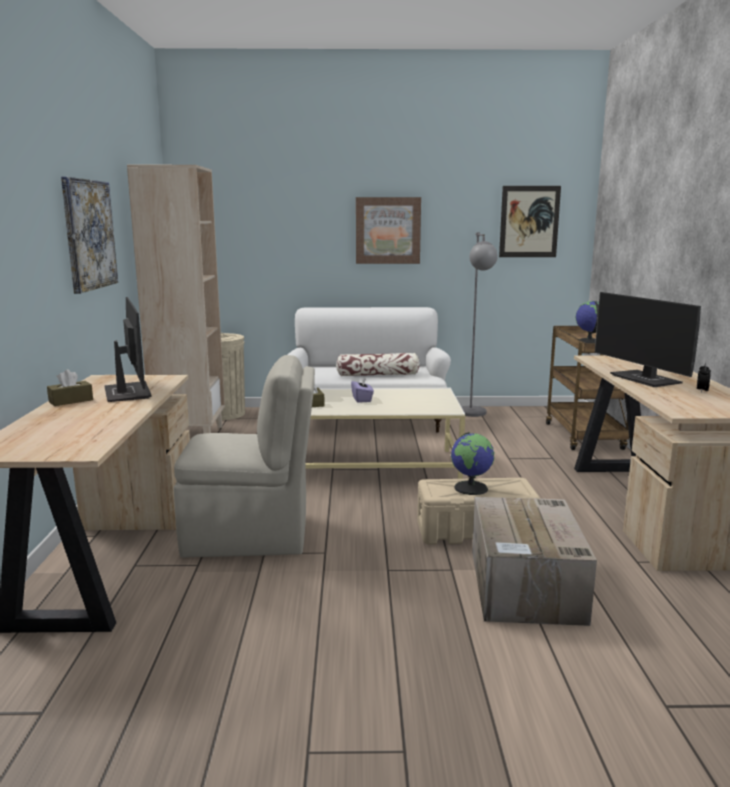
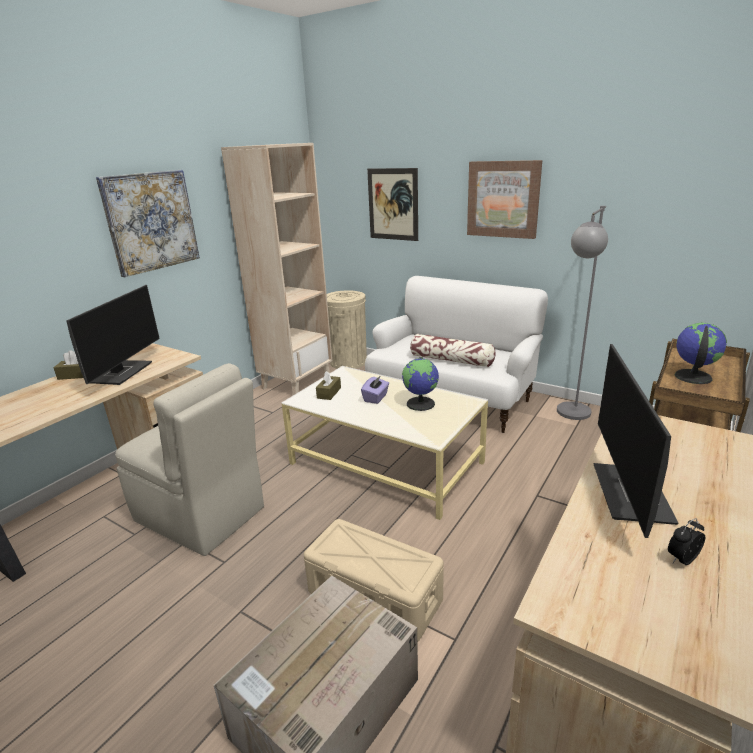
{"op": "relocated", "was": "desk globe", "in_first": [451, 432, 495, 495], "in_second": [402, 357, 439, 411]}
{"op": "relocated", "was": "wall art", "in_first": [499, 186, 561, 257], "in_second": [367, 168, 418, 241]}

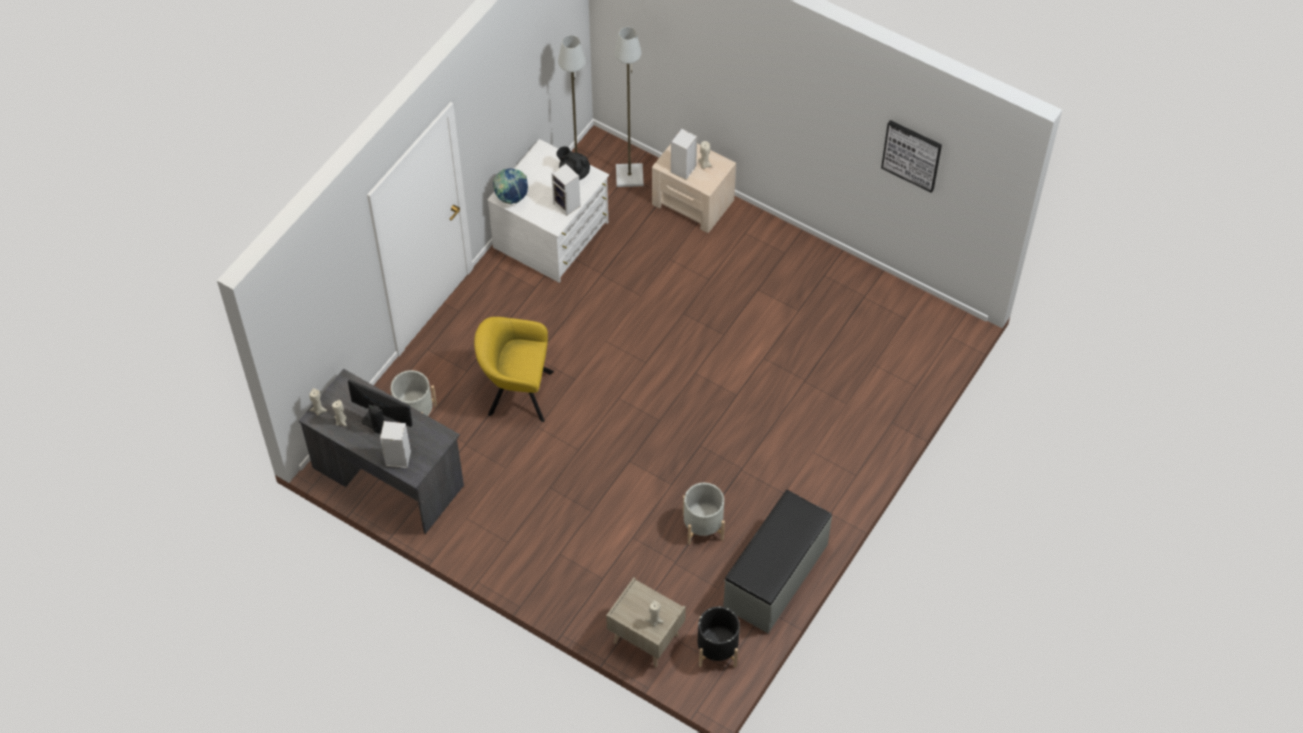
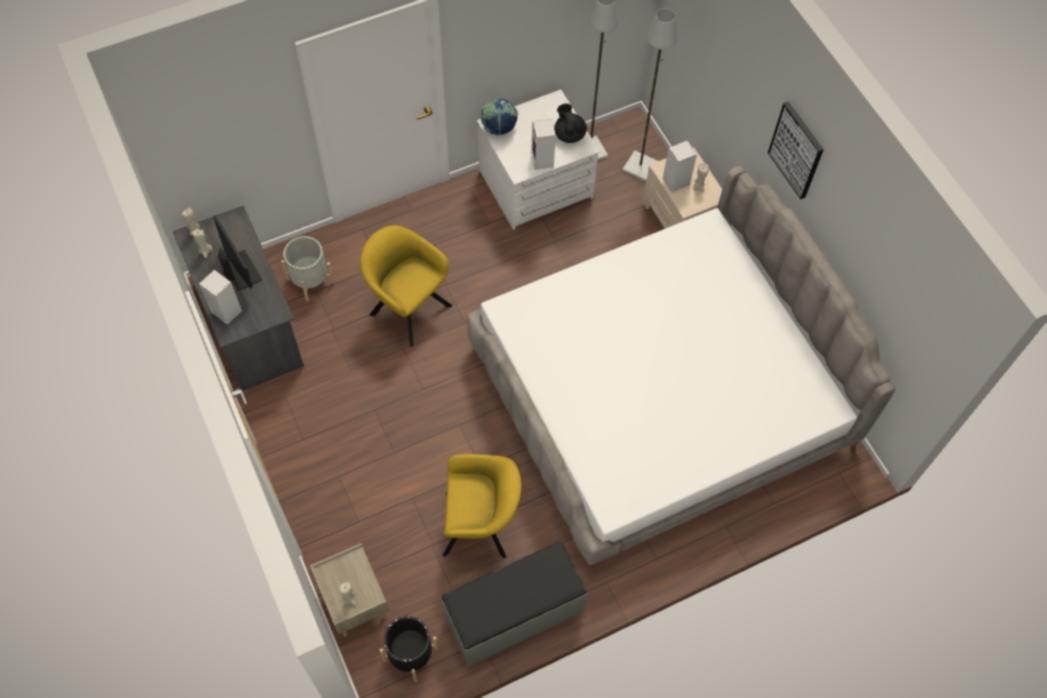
{"op": "appeared", "now": "sleeping bed", "in_second": [467, 166, 896, 568]}
{"op": "relocated", "was": "wall art", "in_first": [881, 120, 942, 193], "in_second": [768, 101, 824, 199]}
{"op": "exchanged", "was": "flower pot in grey", "now": "armchair in yellowish", "in_first": [683, 483, 725, 545], "in_second": [443, 454, 522, 558]}

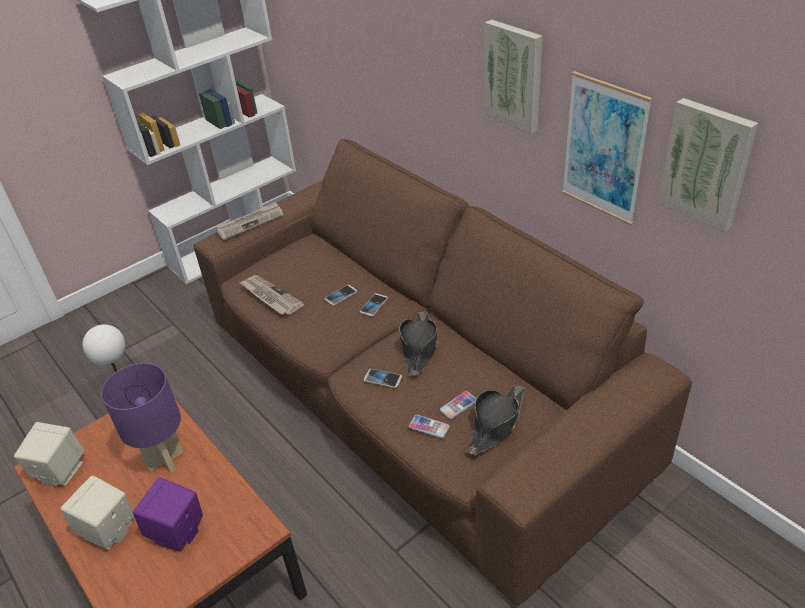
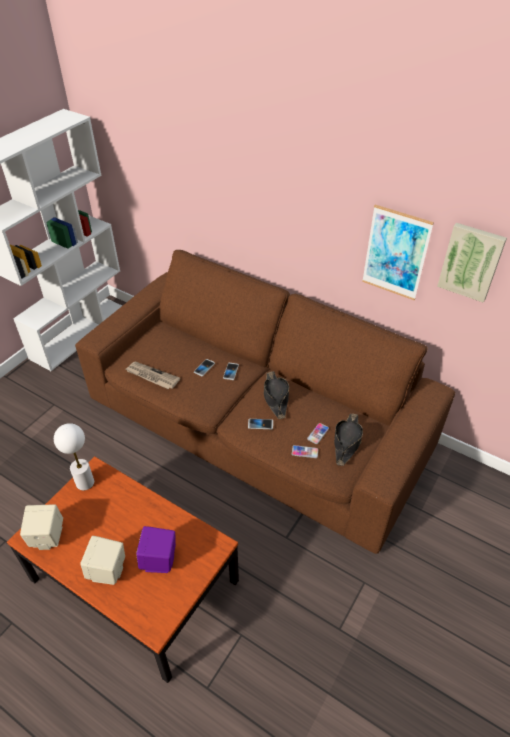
{"op": "missing", "was": "lamp for a table in purple-coloured", "in_first": [101, 363, 184, 473]}
{"op": "missing", "was": "daily paper", "in_first": [216, 202, 284, 240]}
{"op": "missing", "was": "wall art", "in_first": [485, 20, 543, 134]}

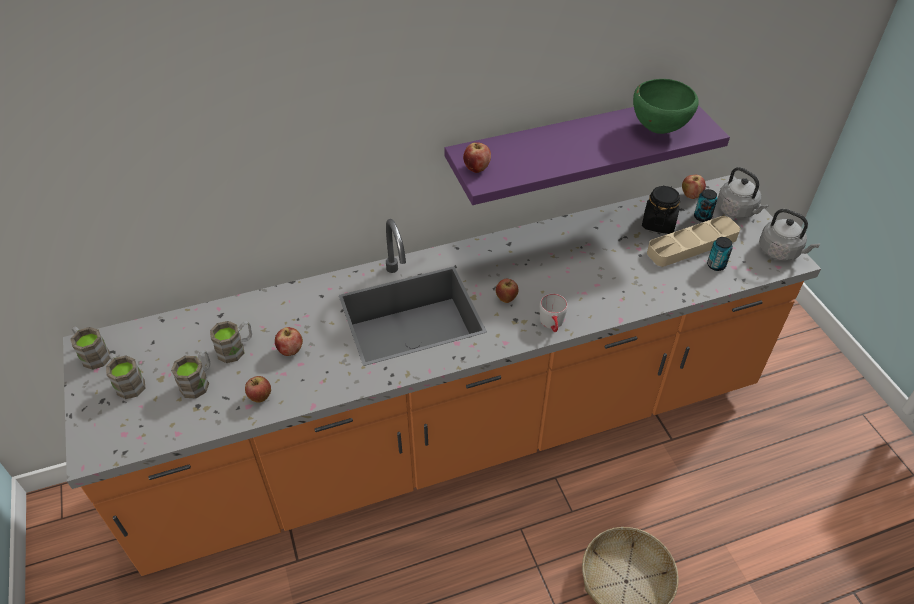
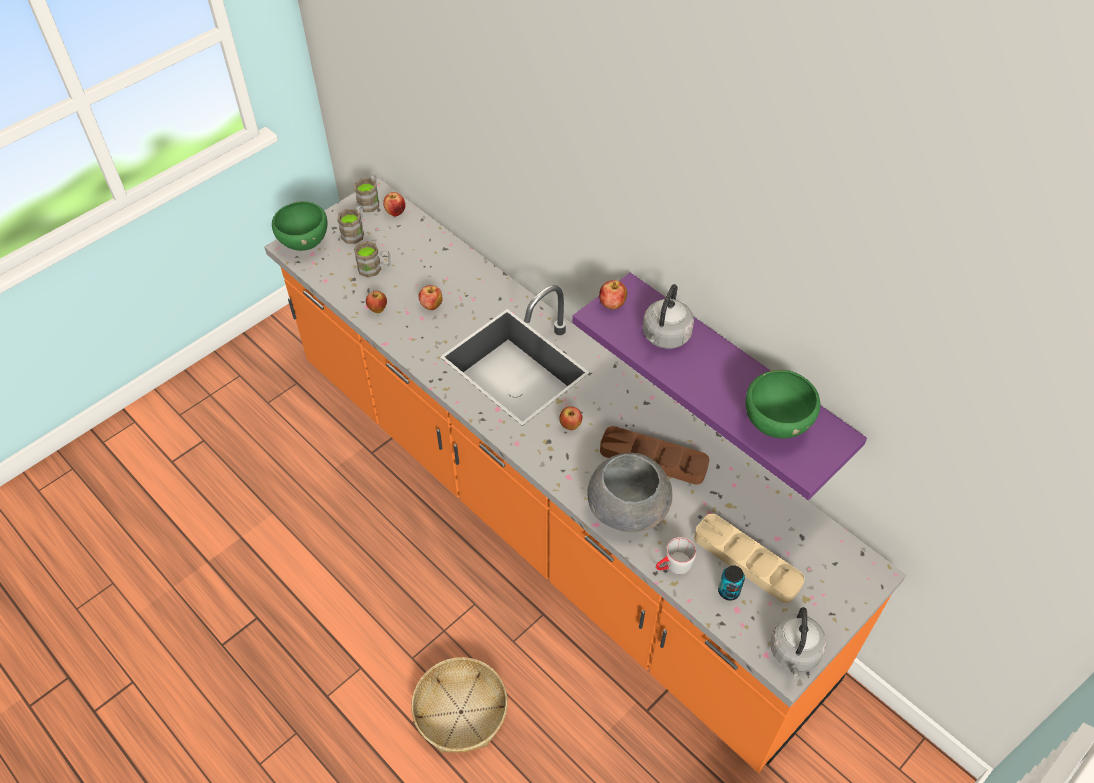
{"op": "missing", "was": "tea mug in brown-coloured", "in_first": [210, 321, 252, 363]}
{"op": "missing", "was": "storage jar in blackish", "in_first": [642, 186, 680, 234]}
{"op": "missing", "was": "can", "in_first": [694, 189, 718, 222]}
{"op": "appeared", "now": "serving bowl in greenish", "in_second": [272, 201, 327, 251]}
{"op": "appeared", "now": "serving bowl in grey", "in_second": [588, 453, 672, 532]}
{"op": "appeared", "now": "carrying tray in brown-coloured", "in_second": [600, 426, 710, 485]}
{"op": "relocated", "was": "tea mug in grey", "in_first": [540, 294, 568, 332], "in_second": [656, 537, 696, 574]}
{"op": "relocated", "was": "apple", "in_first": [682, 175, 706, 199], "in_second": [383, 192, 406, 217]}
{"op": "relocated", "was": "water kettle in grey", "in_first": [717, 167, 769, 219], "in_second": [643, 284, 694, 349]}

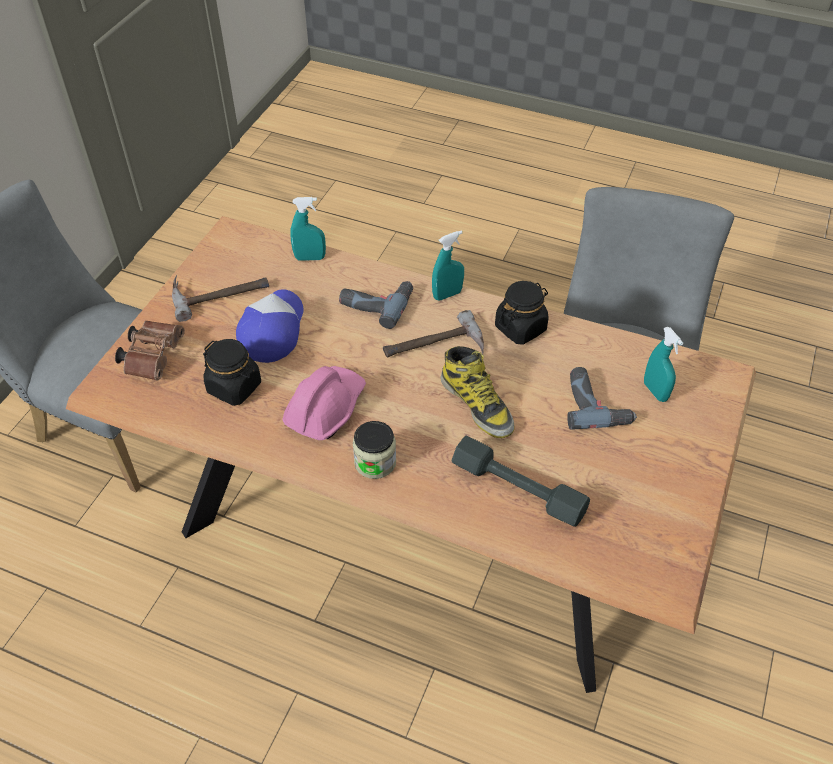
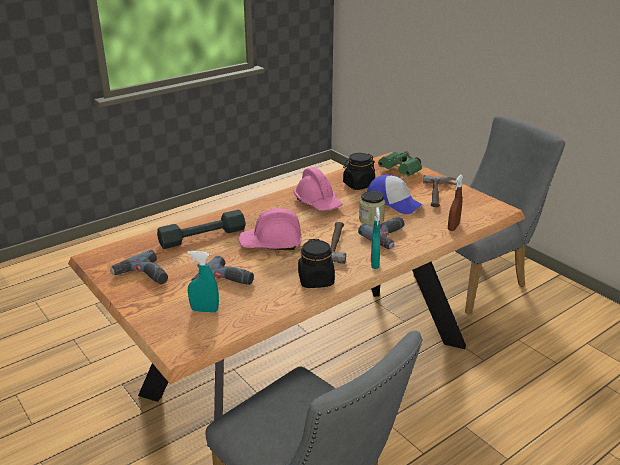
{"op": "appeared", "now": "power drill", "in_second": [110, 250, 168, 284]}
{"op": "relocated", "was": "storage jar", "in_first": [353, 421, 396, 479], "in_second": [359, 191, 385, 225]}
{"op": "exchanged", "was": "boot", "now": "work helmet in pink", "in_first": [441, 346, 515, 438], "in_second": [239, 208, 301, 251]}
{"op": "colour", "was": "field glasses in brown-coloured", "now": "field glasses in greenish", "in_first": [115, 321, 185, 381], "in_second": [378, 151, 422, 177]}
{"op": "colour", "was": "hand sprayer in blue-green", "now": "hand sprayer in brown-coloured", "in_first": [290, 197, 326, 261], "in_second": [448, 175, 463, 231]}

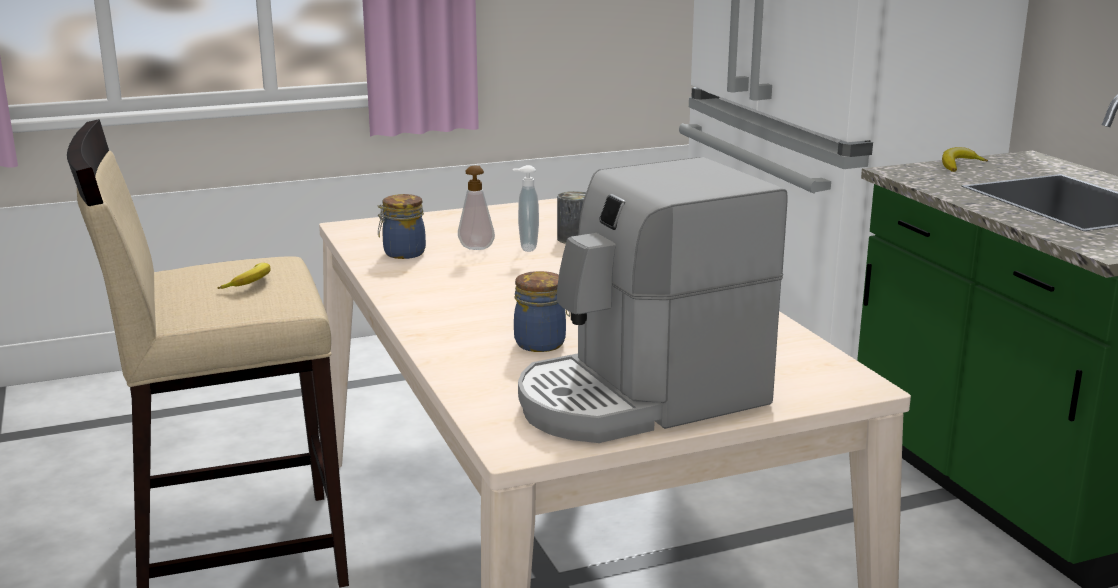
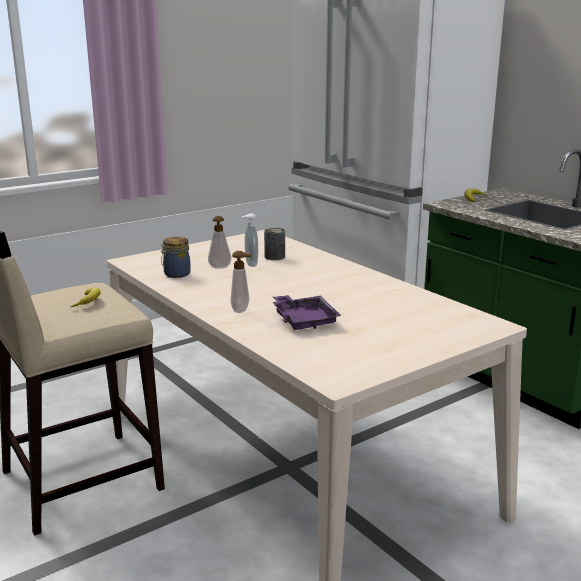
{"op": "missing", "was": "coffee machine", "in_first": [518, 157, 788, 443]}
{"op": "appeared", "now": "soap bottle", "in_second": [231, 251, 252, 313]}
{"op": "exchanged", "was": "storage jar", "now": "carrying tray in purple-coloured", "in_first": [514, 271, 570, 352], "in_second": [273, 295, 341, 330]}

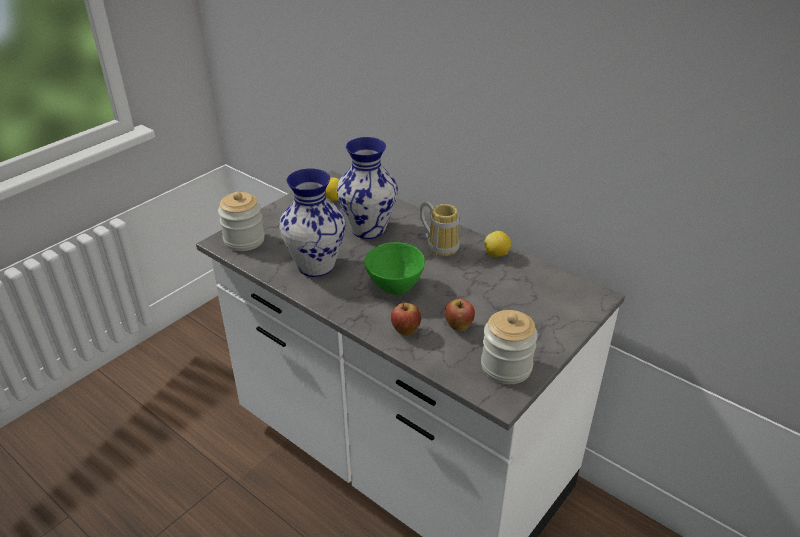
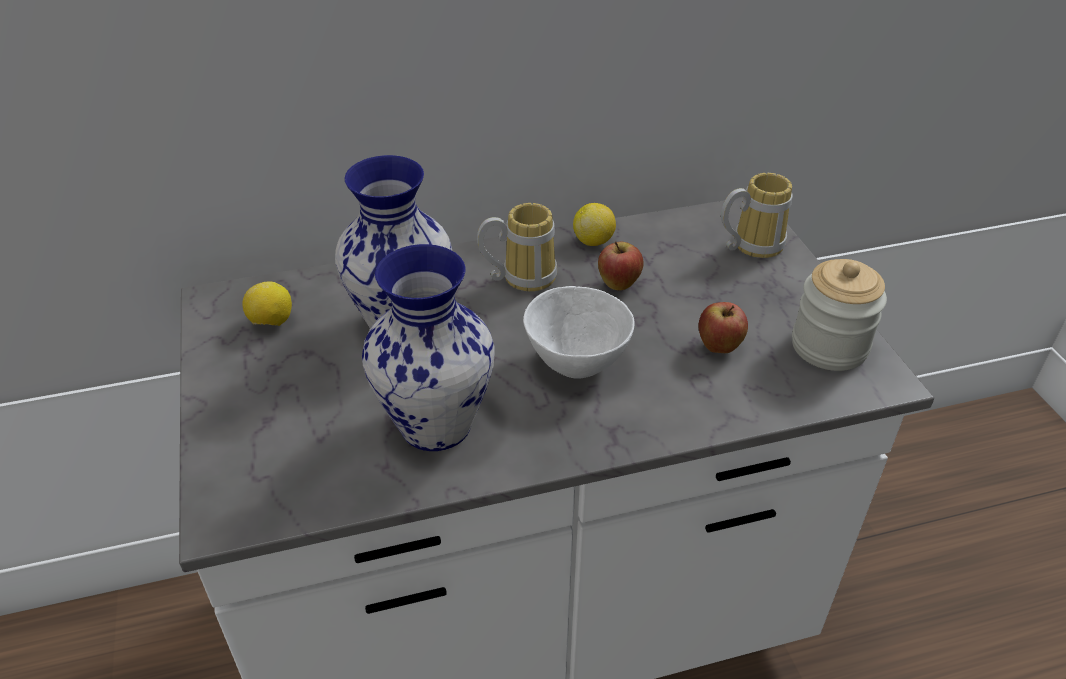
{"op": "missing", "was": "storage jar", "in_first": [218, 192, 265, 251]}
{"op": "appeared", "now": "tea mug", "in_second": [721, 173, 793, 258]}
{"op": "relocated", "was": "apple", "in_first": [391, 301, 421, 335], "in_second": [598, 241, 644, 290]}
{"op": "colour", "was": "serving bowl in greenish", "now": "serving bowl in white-coloured", "in_first": [364, 242, 425, 295], "in_second": [523, 286, 635, 379]}

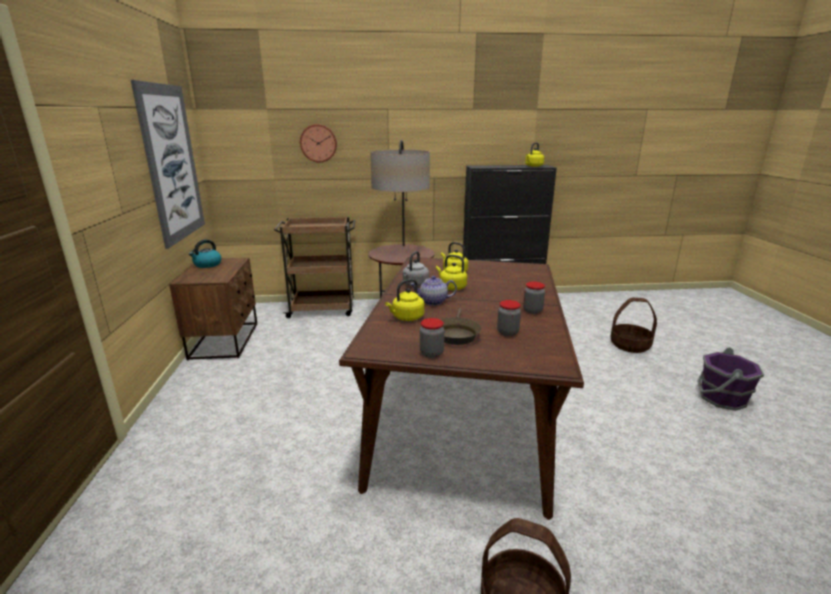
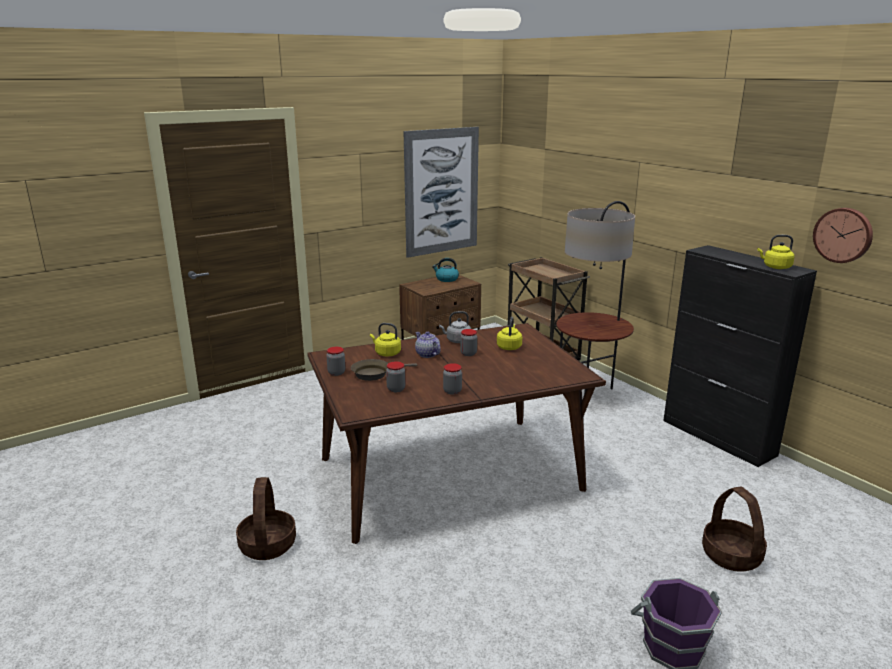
{"op": "relocated", "was": "wall clock", "in_first": [300, 124, 337, 163], "in_second": [813, 208, 873, 263]}
{"op": "exchanged", "was": "water kettle in yellowish", "now": "storage jar", "in_first": [436, 255, 467, 290], "in_second": [460, 329, 477, 356]}

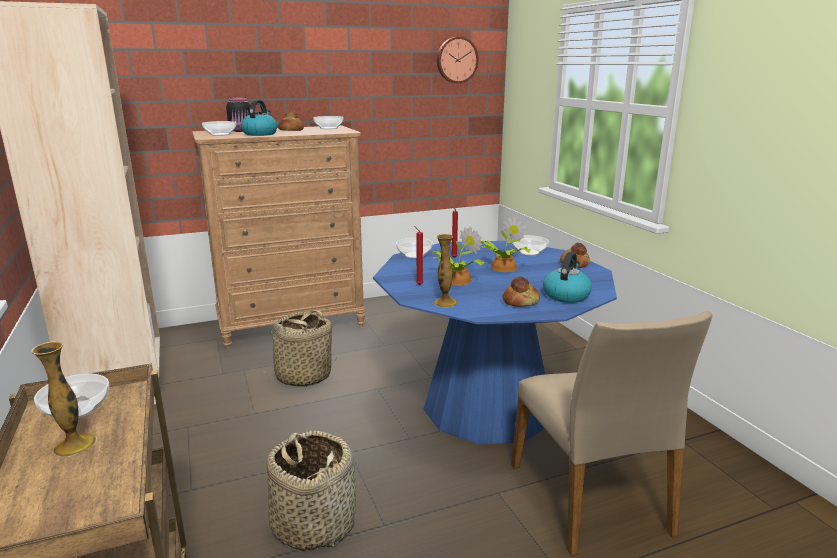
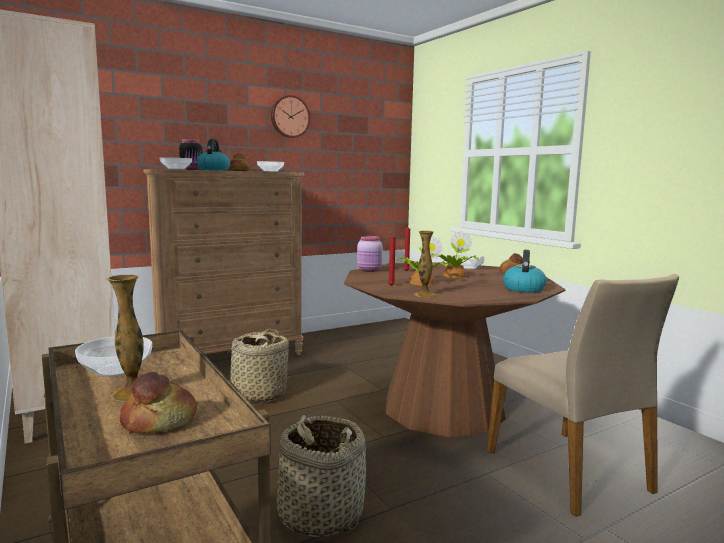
{"op": "relocated", "was": "wall clock", "in_first": [437, 37, 479, 83], "in_second": [271, 95, 311, 138]}
{"op": "relocated", "was": "bread", "in_first": [502, 276, 540, 307], "in_second": [120, 372, 197, 434]}
{"op": "exchanged", "was": "serving bowl", "now": "storage jar in pink", "in_first": [396, 238, 433, 258], "in_second": [357, 236, 383, 272]}
{"op": "colour", "was": "dinner table in bluish", "now": "dinner table in brown-coloured", "in_first": [373, 241, 617, 445], "in_second": [344, 262, 565, 437]}

